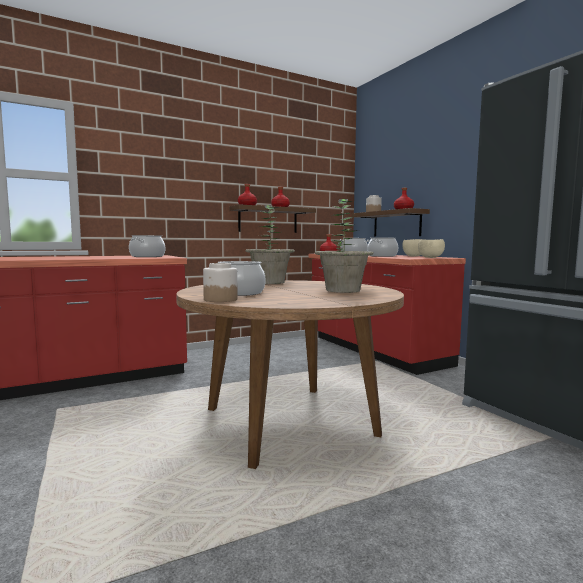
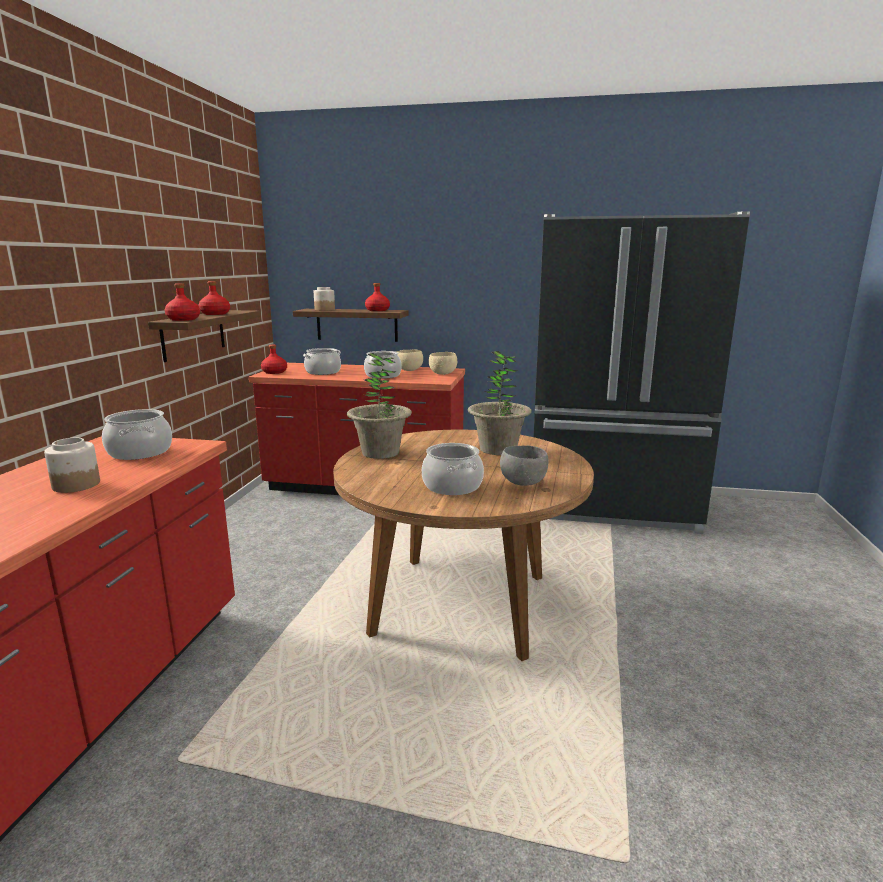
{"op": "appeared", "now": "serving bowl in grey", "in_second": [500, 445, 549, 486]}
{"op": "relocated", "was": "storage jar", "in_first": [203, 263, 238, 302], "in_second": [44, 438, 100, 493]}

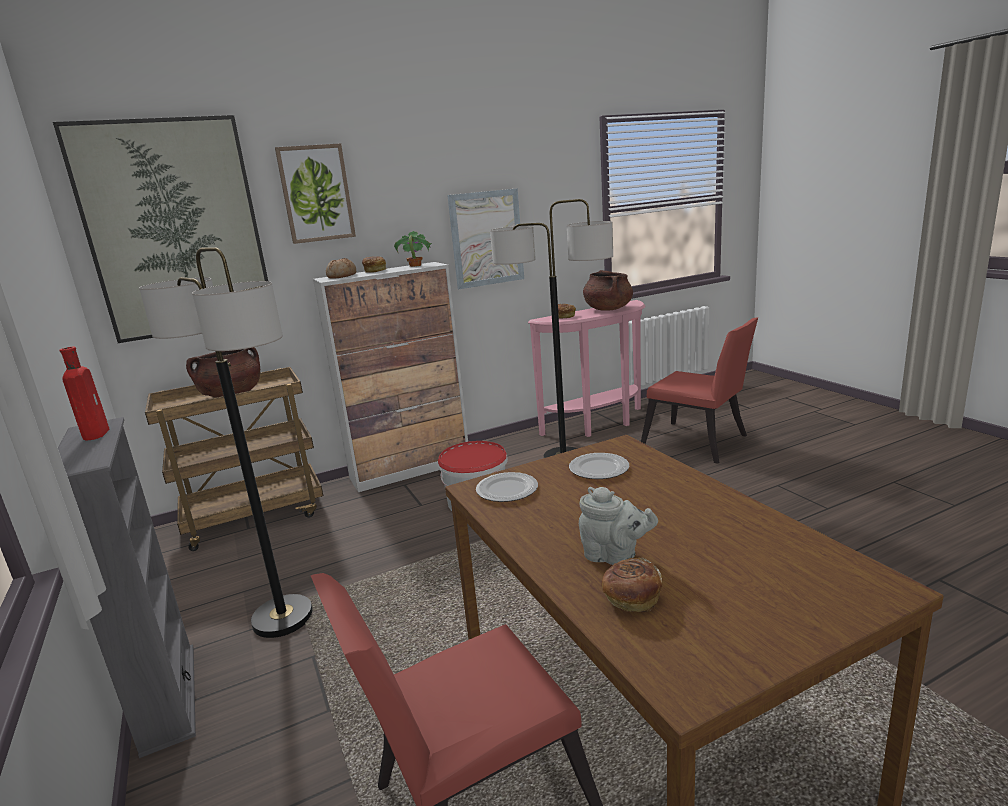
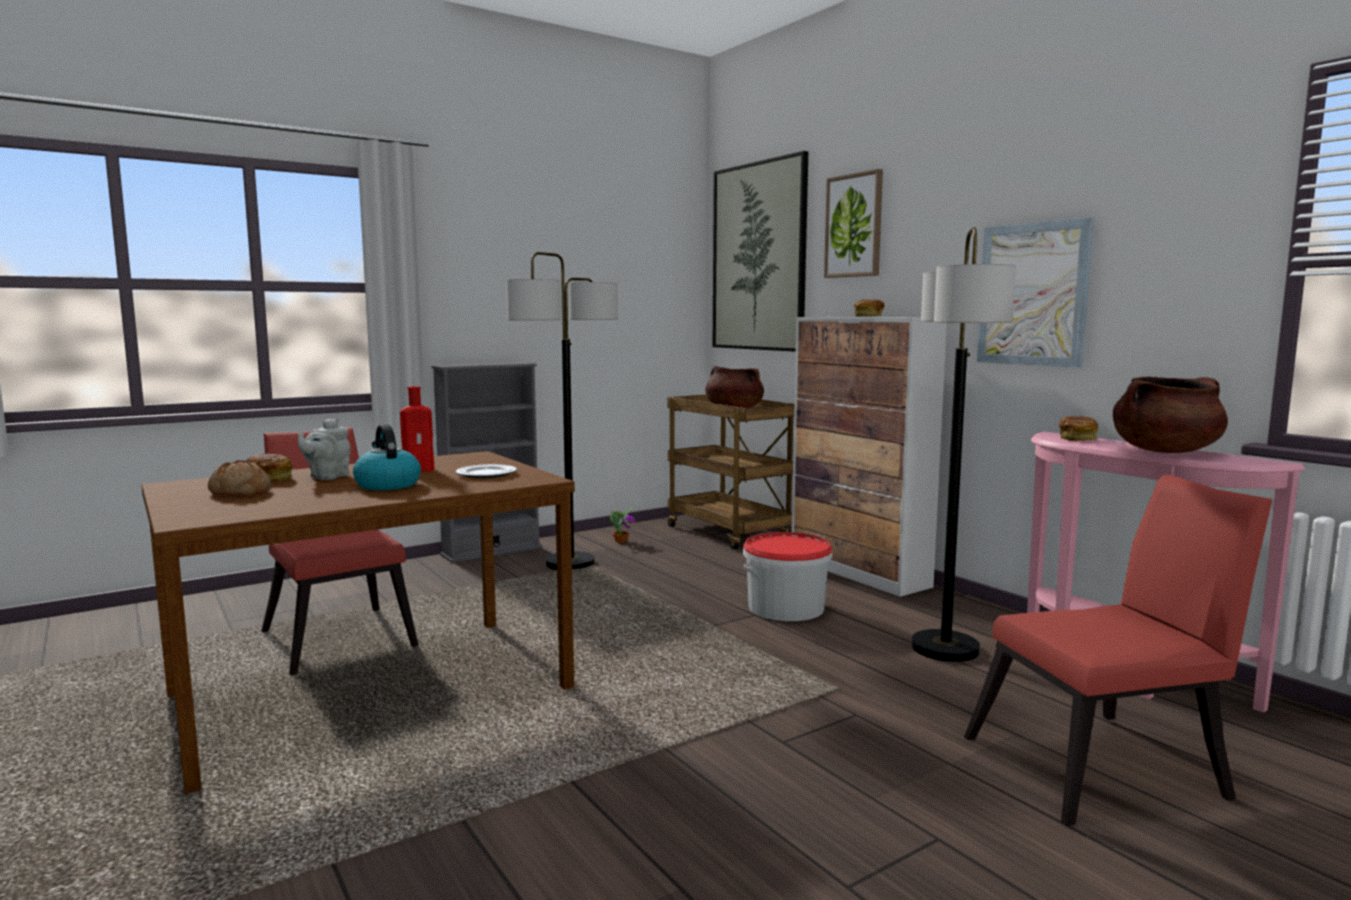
{"op": "missing", "was": "flat dish", "in_first": [476, 472, 538, 502]}
{"op": "appeared", "now": "water kettle", "in_second": [353, 424, 421, 490]}
{"op": "relocated", "was": "beverage bottle in red-coloured", "in_first": [60, 347, 109, 441], "in_second": [400, 386, 434, 472]}
{"op": "relocated", "was": "bread", "in_first": [326, 258, 356, 279], "in_second": [208, 460, 271, 496]}
{"op": "relocated", "was": "potted plant", "in_first": [394, 231, 432, 267], "in_second": [610, 507, 636, 543]}
{"op": "spun", "was": "plain chair in red-coloured", "in_first": [641, 317, 758, 464], "in_second": [964, 474, 1272, 826], "clockwise": -135}

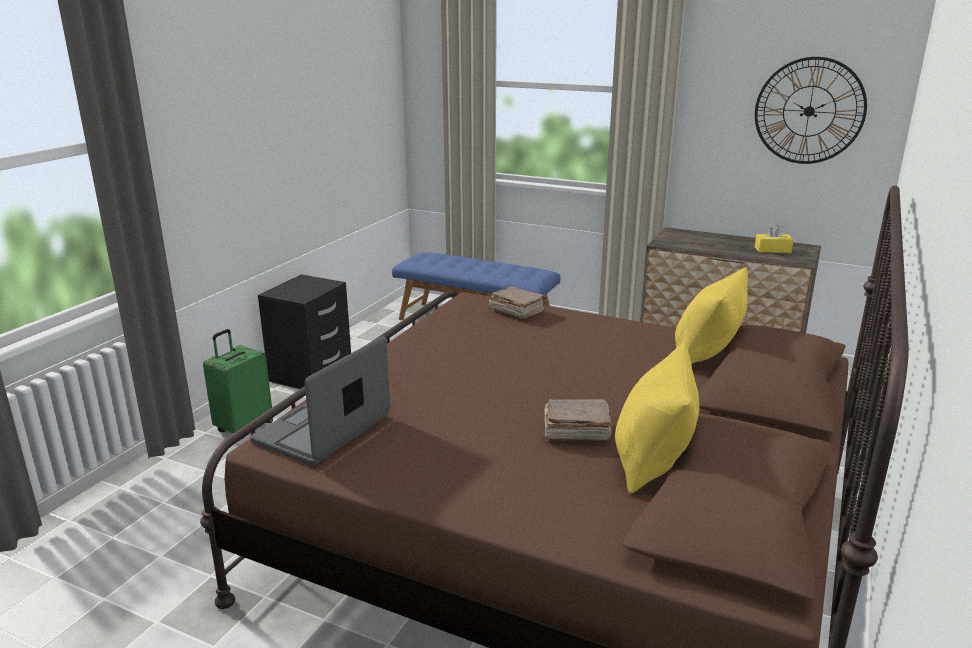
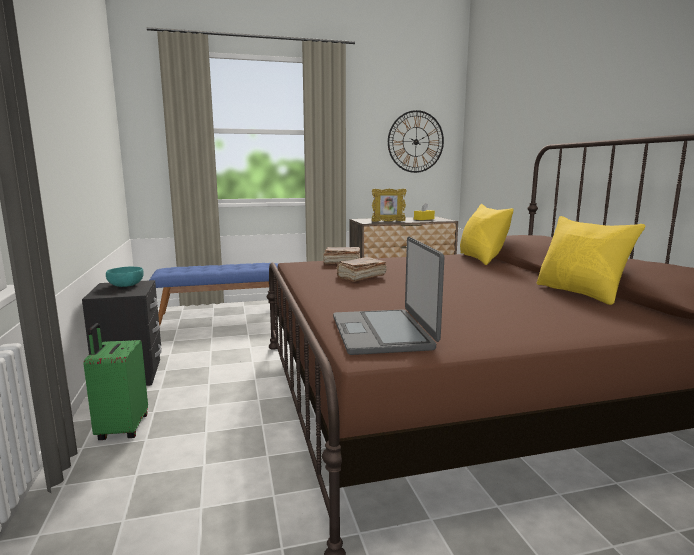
{"op": "appeared", "now": "serving bowl in blue-green", "in_second": [106, 267, 144, 287]}
{"op": "appeared", "now": "standing frame", "in_second": [371, 189, 407, 222]}
{"op": "relocated", "was": "book in brown-coloured", "in_first": [543, 399, 612, 441], "in_second": [336, 257, 387, 282]}

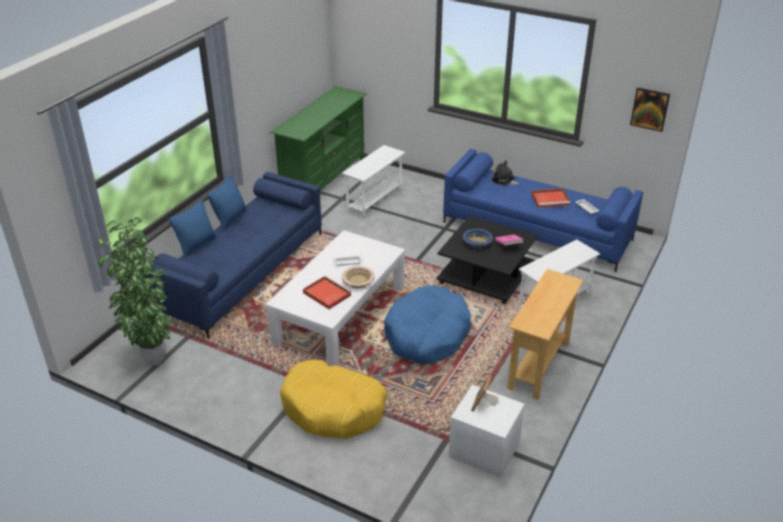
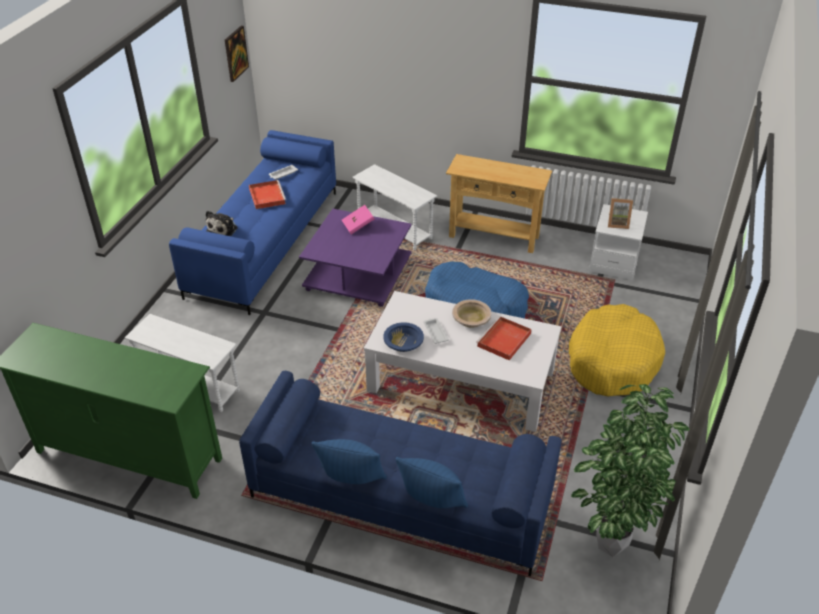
{"op": "relocated", "was": "serving bowl in bluish", "in_first": [463, 229, 493, 248], "in_second": [383, 322, 424, 352]}
{"op": "colour", "was": "low table in blackish", "now": "low table in purple-coloured", "in_first": [437, 216, 538, 304], "in_second": [299, 209, 412, 307]}

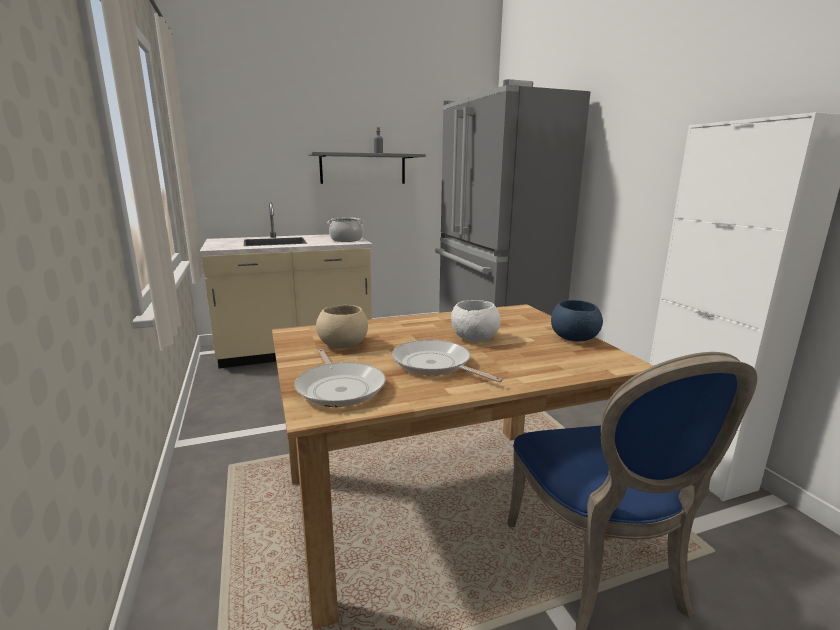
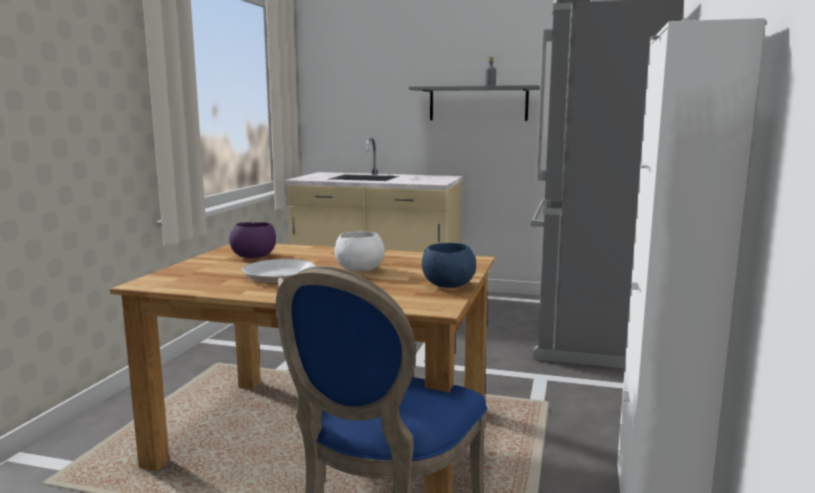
{"op": "missing", "was": "pan", "in_first": [294, 349, 386, 407]}
{"op": "missing", "was": "stockpot", "in_first": [327, 218, 365, 242]}
{"op": "colour", "was": "serving bowl in beige-coloured", "now": "serving bowl in purple-coloured", "in_first": [316, 305, 368, 348], "in_second": [229, 222, 276, 258]}

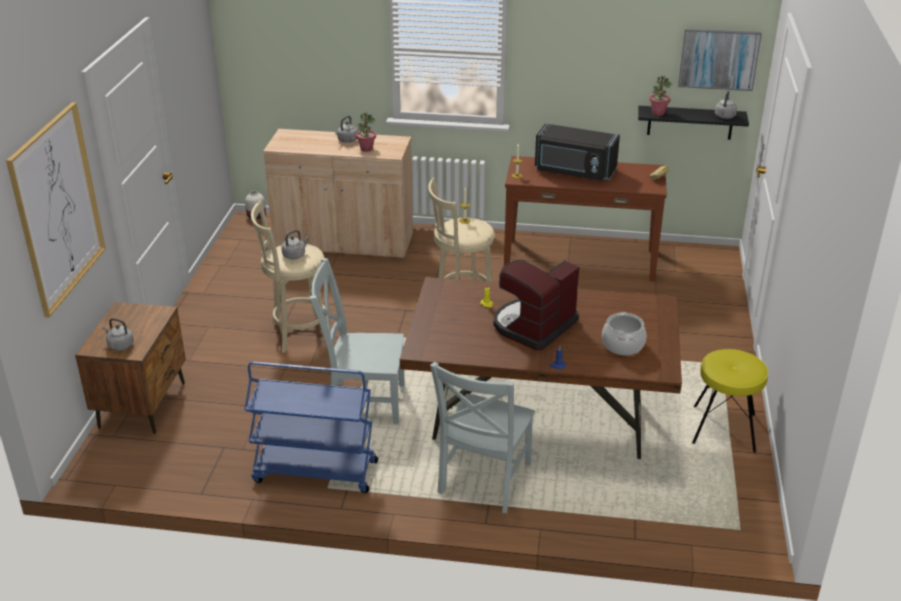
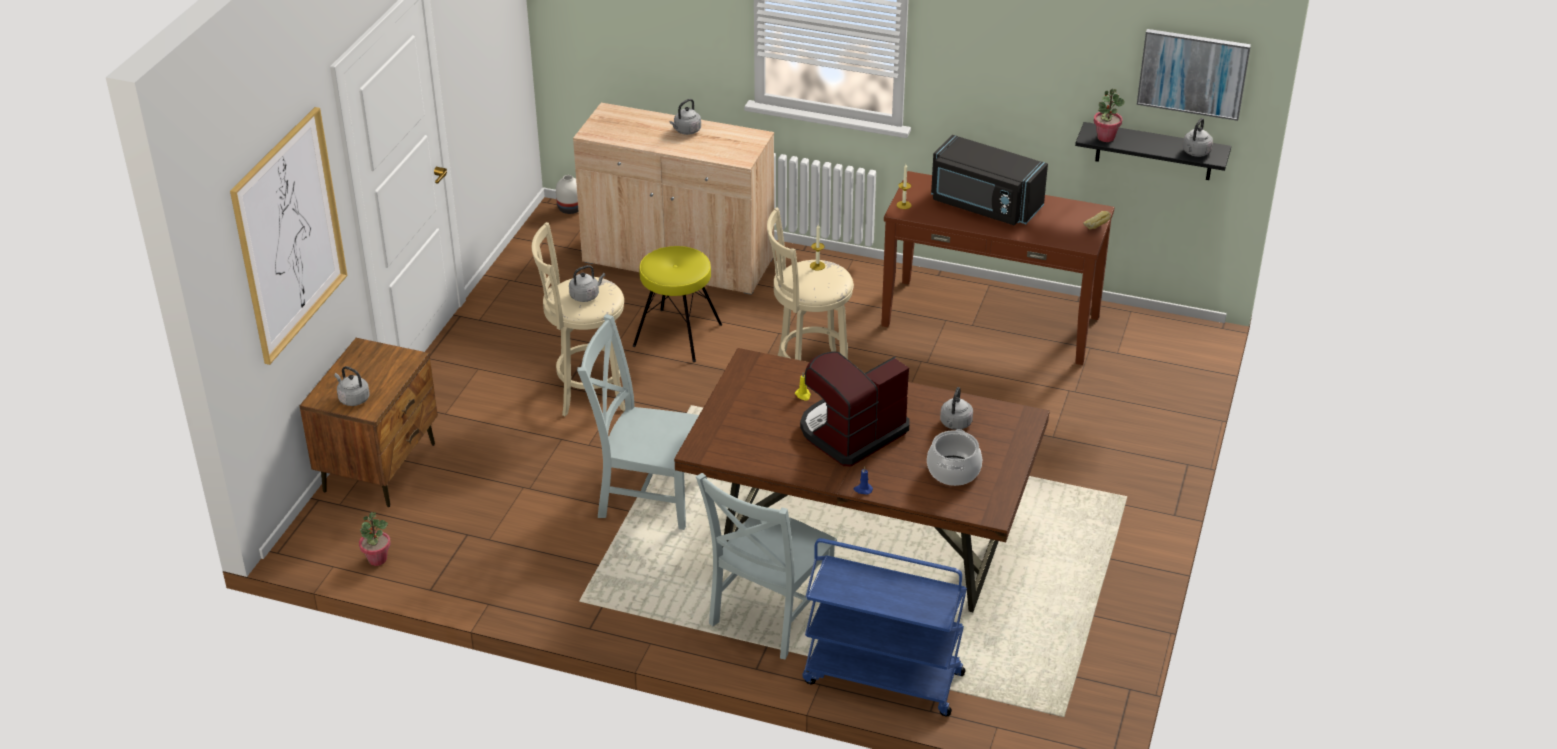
{"op": "appeared", "now": "water kettle in grey", "in_second": [940, 387, 973, 430]}
{"op": "relocated", "was": "trolley in bluish", "in_first": [244, 361, 378, 493], "in_second": [802, 538, 967, 716]}
{"op": "relocated", "was": "potted plant", "in_first": [356, 112, 376, 152], "in_second": [359, 512, 391, 566]}
{"op": "relocated", "was": "sitting stool in yellowish", "in_first": [692, 349, 768, 453], "in_second": [633, 246, 722, 362]}

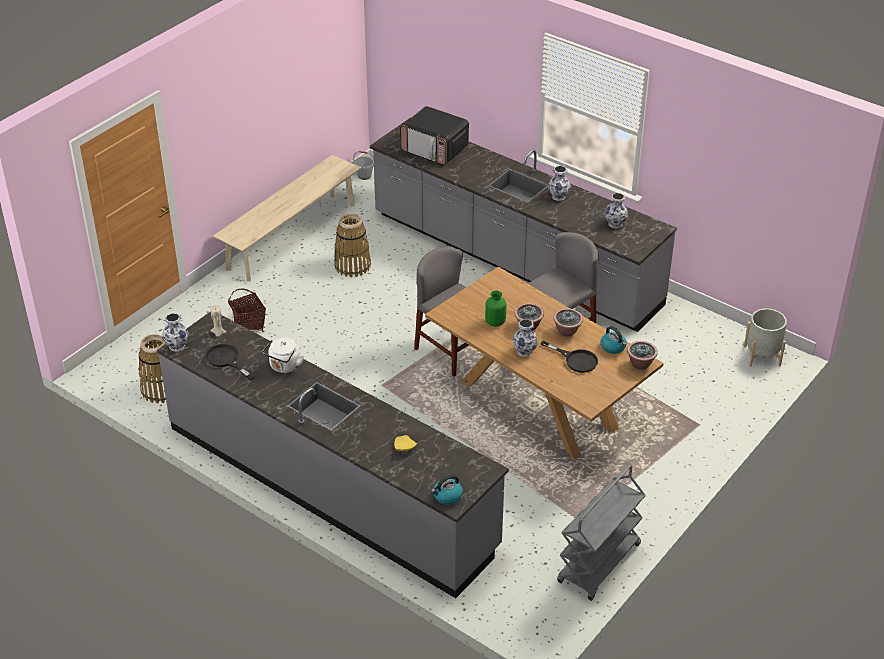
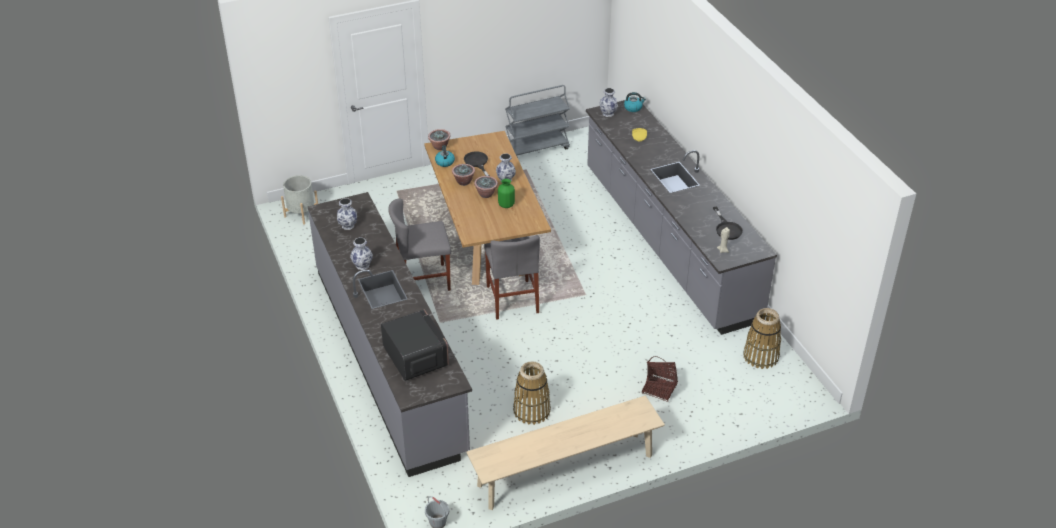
{"op": "missing", "was": "water kettle in white-coloured", "in_first": [262, 337, 304, 373]}
{"op": "relocated", "was": "vase", "in_first": [162, 313, 189, 352], "in_second": [599, 88, 618, 117]}

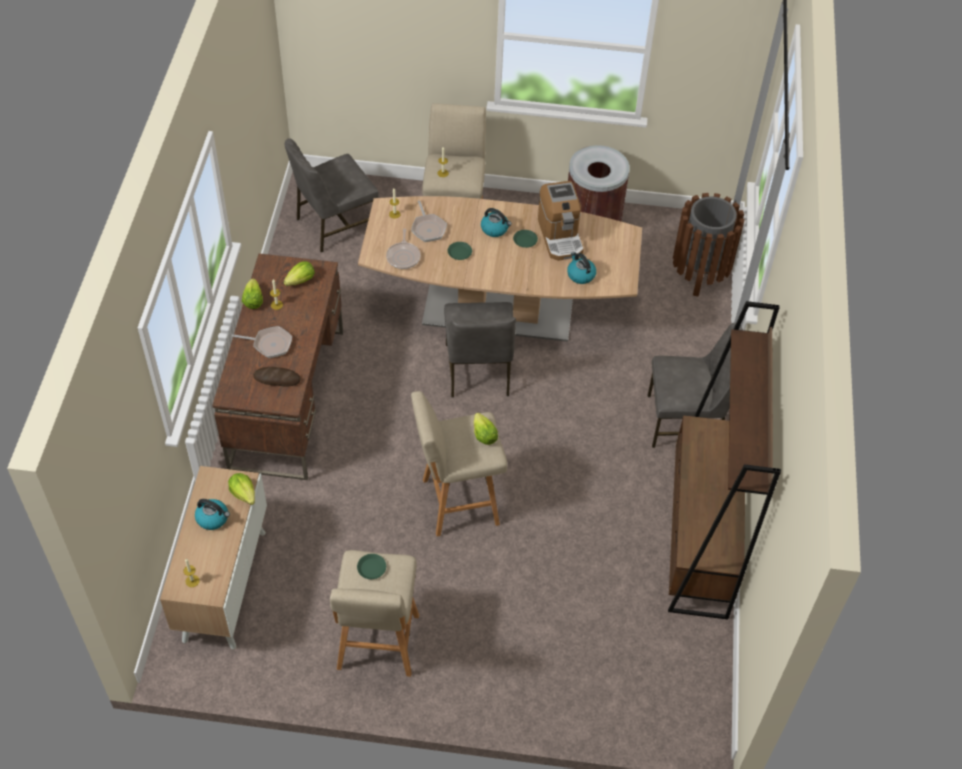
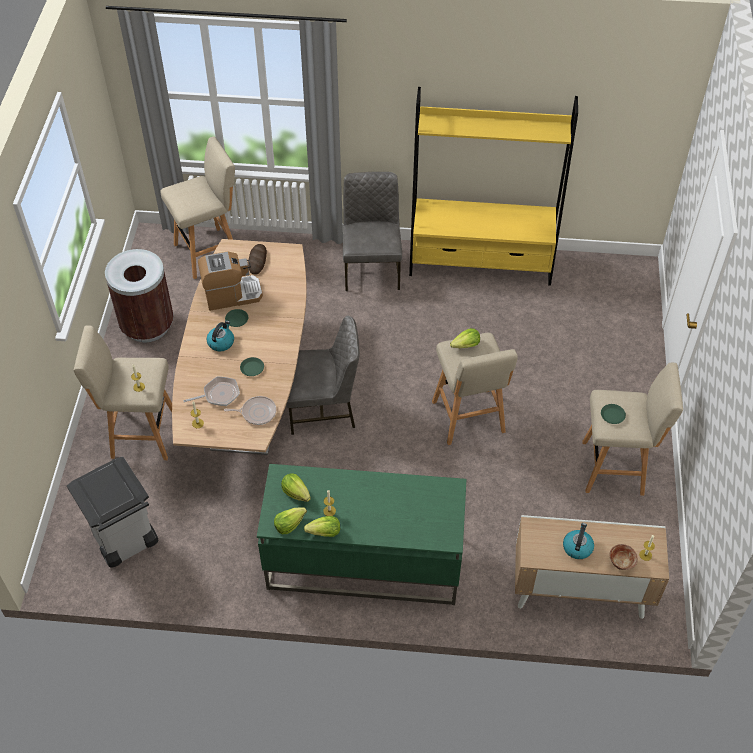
{"op": "missing", "was": "pan", "in_first": [232, 326, 292, 358]}
{"op": "missing", "was": "water kettle", "in_first": [567, 252, 596, 284]}
{"op": "appeared", "now": "serving bowl", "in_second": [610, 544, 638, 570]}
{"op": "relocated", "was": "head of lettuce", "in_first": [228, 473, 255, 505], "in_second": [274, 507, 307, 534]}
{"op": "relocated", "was": "bread", "in_first": [253, 367, 301, 387], "in_second": [248, 244, 267, 275]}
{"op": "exchanged", "was": "plain chair in grey", "now": "waste bin in grey", "in_first": [284, 138, 379, 252], "in_second": [67, 457, 159, 568]}
{"op": "exchanged", "was": "waste bin in brown-coloured", "now": "sitting stool in beige-coloured", "in_first": [673, 193, 745, 297], "in_second": [160, 136, 235, 279]}
{"op": "colour", "was": "desk in brown-coloured", "now": "desk in greenish", "in_first": [212, 253, 343, 480], "in_second": [257, 464, 467, 605]}
{"op": "colour", "was": "bookcase in brown-coloured", "now": "bookcase in yellowish", "in_first": [668, 301, 781, 619], "in_second": [409, 87, 578, 286]}

